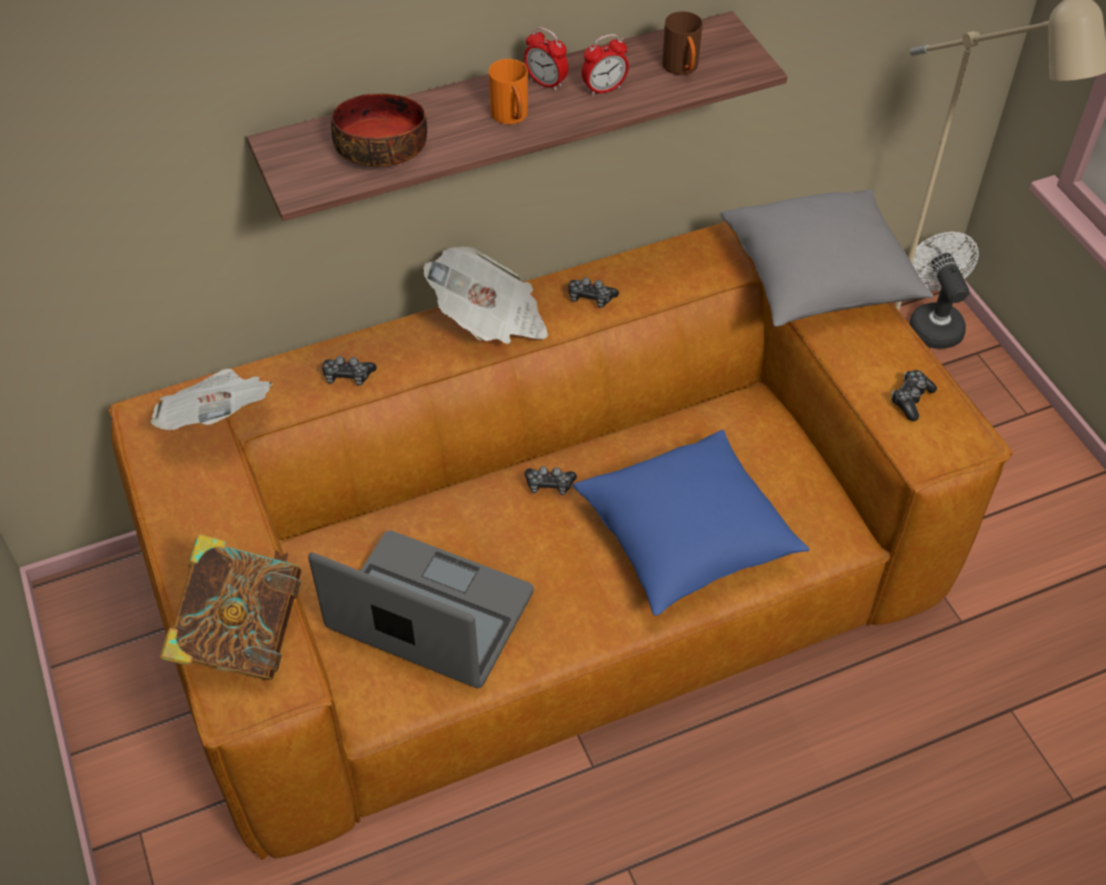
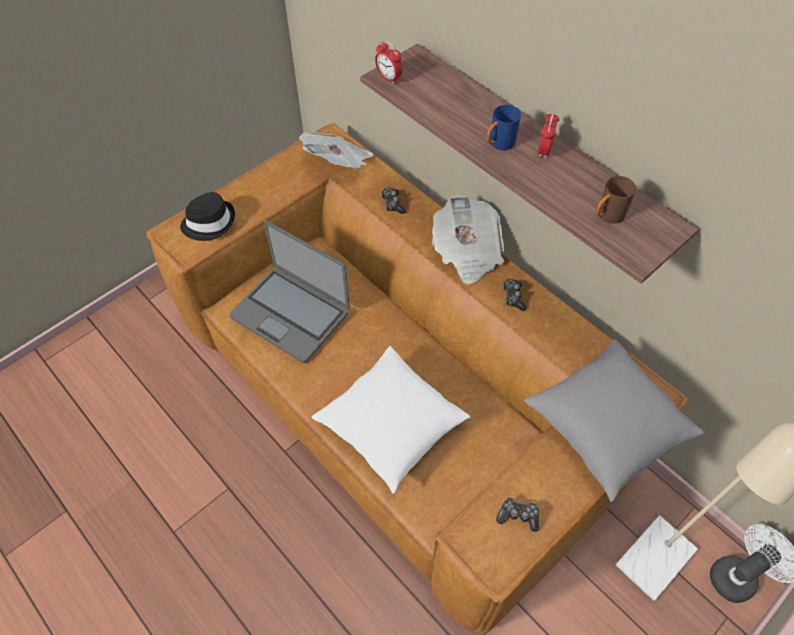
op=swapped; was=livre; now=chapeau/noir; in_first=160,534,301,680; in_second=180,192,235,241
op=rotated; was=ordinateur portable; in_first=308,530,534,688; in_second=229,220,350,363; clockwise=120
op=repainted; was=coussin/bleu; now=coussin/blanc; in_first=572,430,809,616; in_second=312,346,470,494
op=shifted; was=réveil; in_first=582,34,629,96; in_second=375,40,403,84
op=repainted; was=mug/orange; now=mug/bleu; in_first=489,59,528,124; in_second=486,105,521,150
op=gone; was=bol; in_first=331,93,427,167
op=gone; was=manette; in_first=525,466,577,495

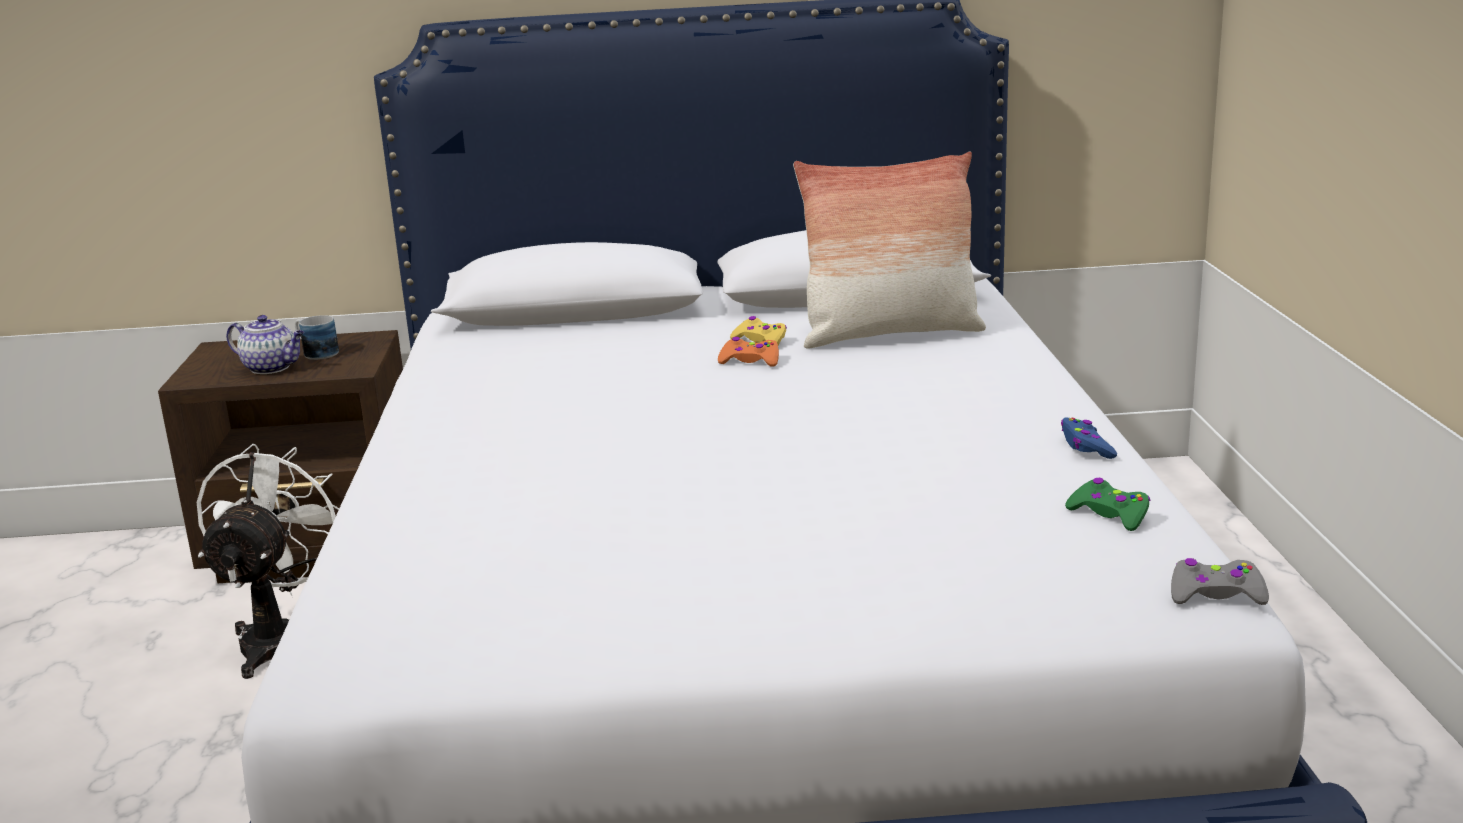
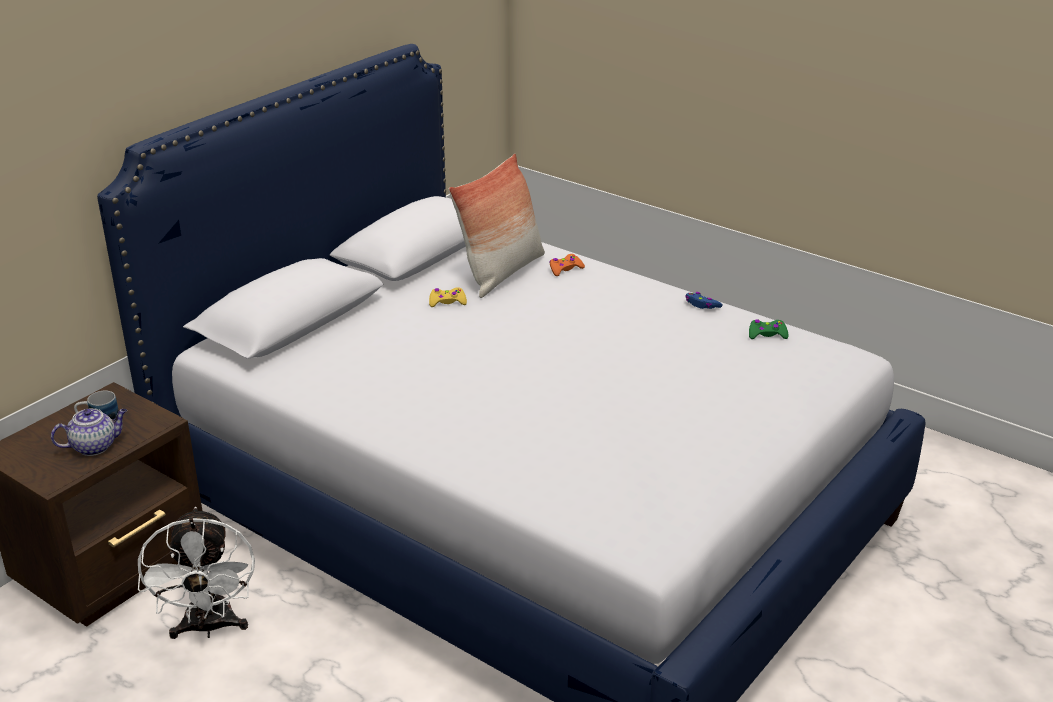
op=rotated; was=ventilateur/blanc; in_first=197,444,339,679; in_second=138,507,255,639; clockwise=-150
op=shifted; was=manette/orange; in_first=718,337,779,367; in_second=550,254,585,276
op=gone; was=manette/gris; in_first=1171,558,1269,605

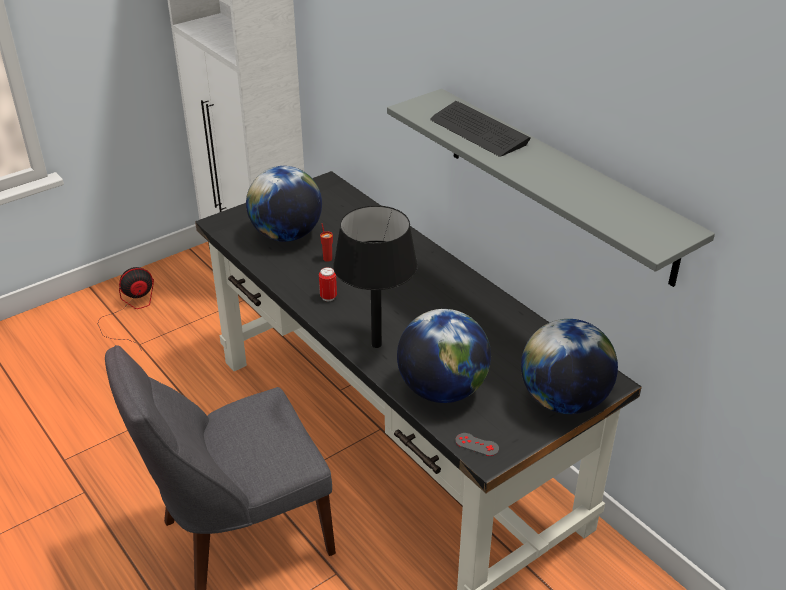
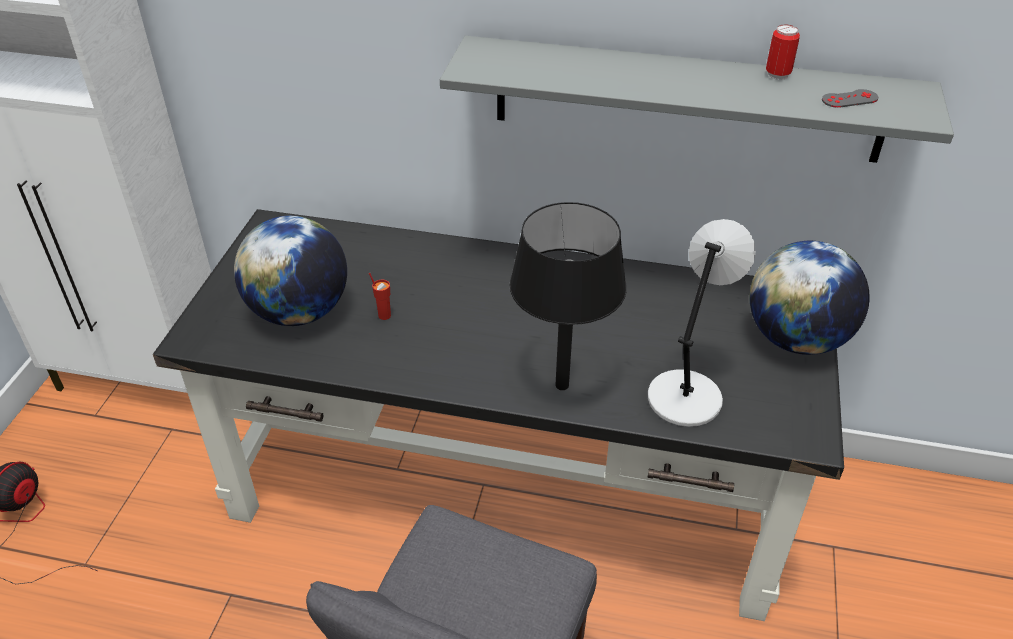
op=swapped; was=globe; now=lampe de table/gris; in_first=397,309,491,403; in_second=648,219,756,427
op=shifted; was=boîte métallique; in_first=319,267,337,301; in_second=766,25,800,80
op=shifted; was=manette/gris; in_first=455,433,499,456; in_second=822,89,878,108
op=gone; was=clavier; in_first=430,101,531,157

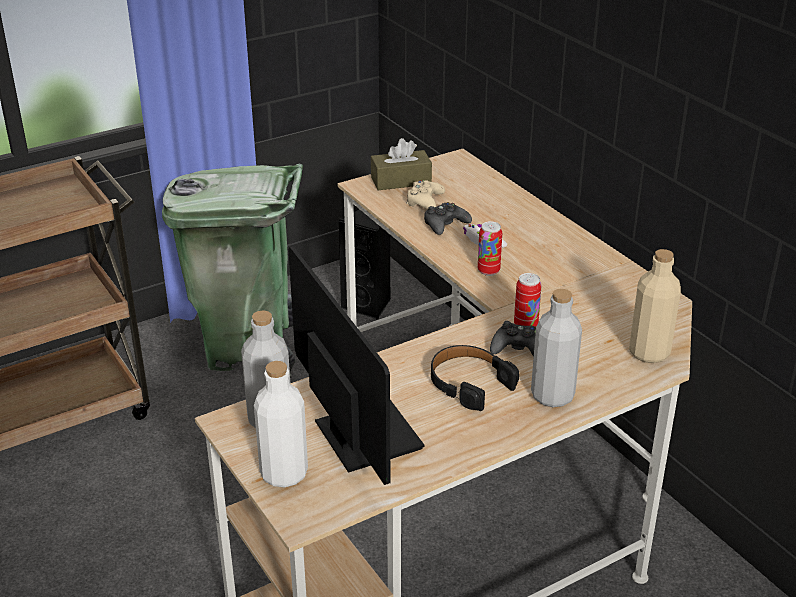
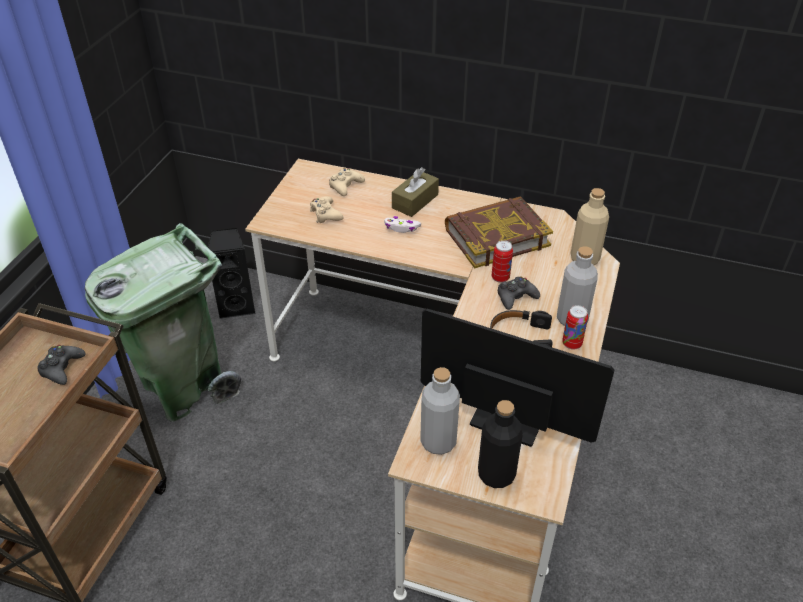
op=shifted; was=manette/noir; in_first=424,202,472,235; in_second=37,345,86,385
op=new; now=manette/beige; in_second=329,168,365,196
op=shifted; was=boîte à mouchoirs/marron; in_first=371,138,432,190; in_second=392,167,439,217
op=new; now=livre; in_second=445,196,553,268
op=repainted; was=bouteille/blanc; now=bouteille/noir; in_first=254,361,308,487; in_second=478,400,523,488
op=shifted; was=boîte métallique; in_first=478,221,502,276; in_second=562,305,588,349

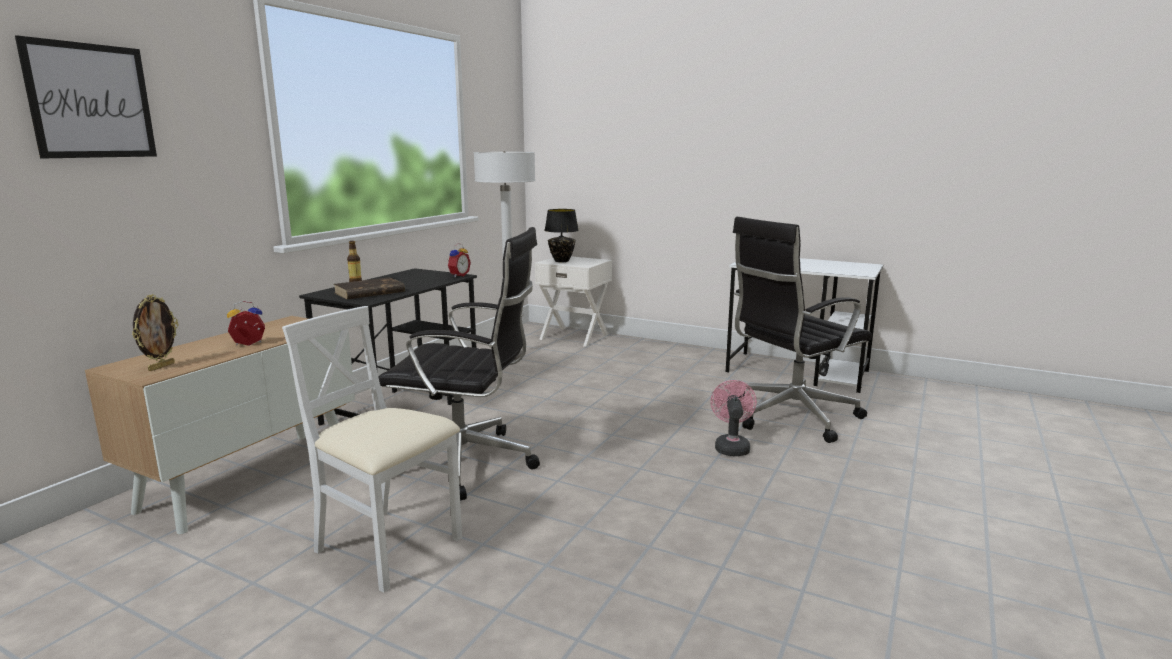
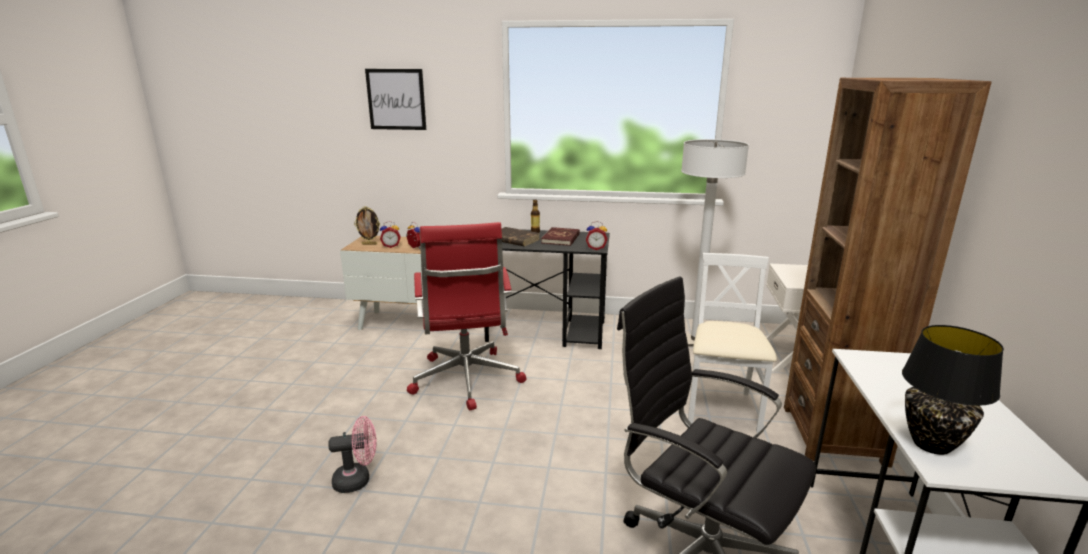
op=shifted; was=ventilateur/rose; in_first=710,380,757,456; in_second=328,416,377,493
op=new; now=réveil; in_second=380,221,400,248
op=repainted; was=chaise de bureau/noir; now=chaise de bureau/rouge; in_first=379,227,540,501; in_second=407,222,527,410
op=new; now=livre/rouge; in_second=541,227,580,246
op=shifted; was=chaise/blanc; in_first=282,306,462,593; in_second=688,253,777,433
op=new; now=bibliothèque/marron; in_second=784,78,991,468
op=shifted; was=lampe de table/noir; in_first=545,209,579,262; in_second=902,325,1004,455

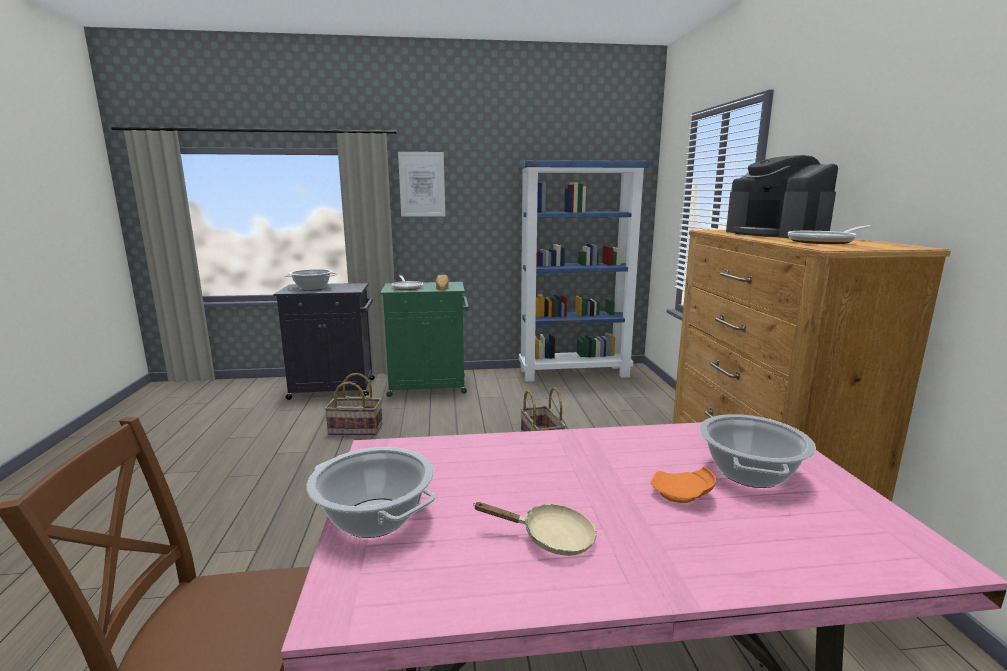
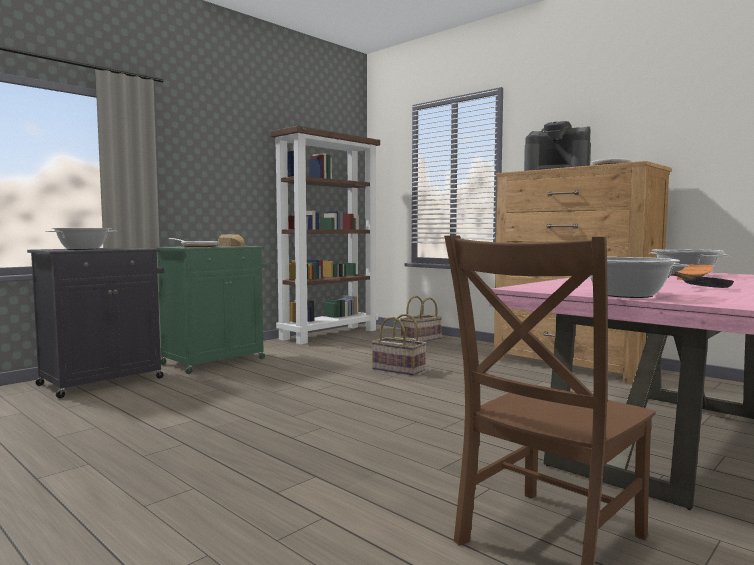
op=repainted; was=bibliothèque/bleu; now=bibliothèque/marron; in_first=518,160,649,382; in_second=271,126,380,344
op=shifted; was=panier; in_first=325,373,383,436; in_second=400,296,442,342
op=repainted; was=poêle/beige; now=poêle/noir; in_first=474,502,597,556; in_second=671,271,734,288
op=gone; was=tableau; in_first=398,152,445,217

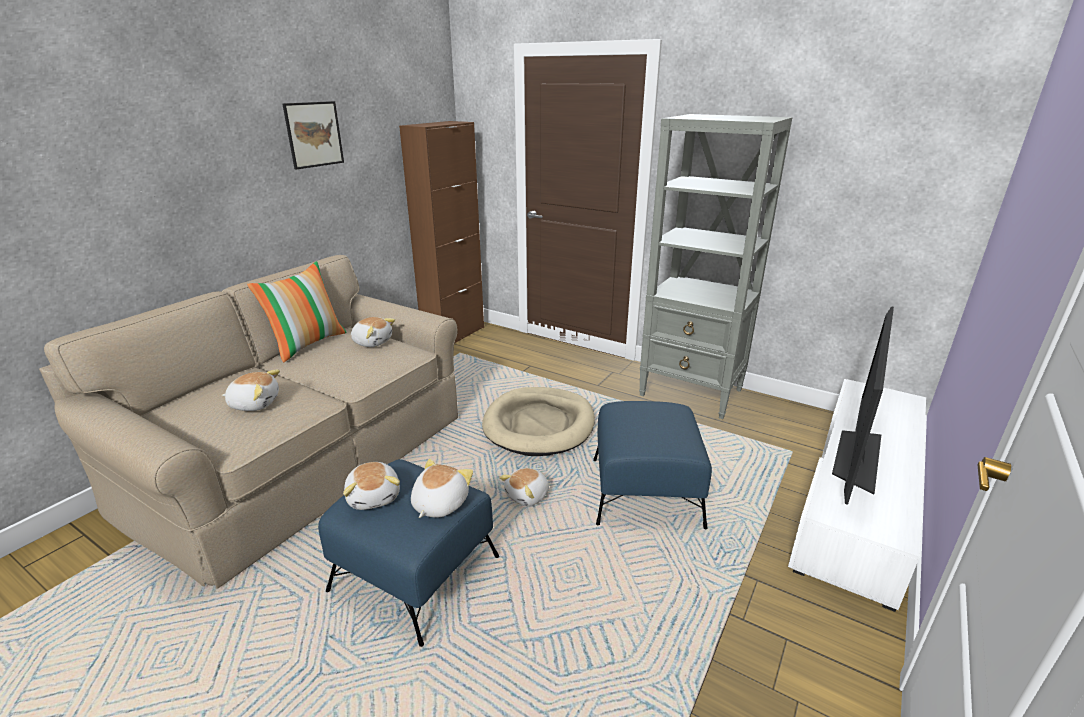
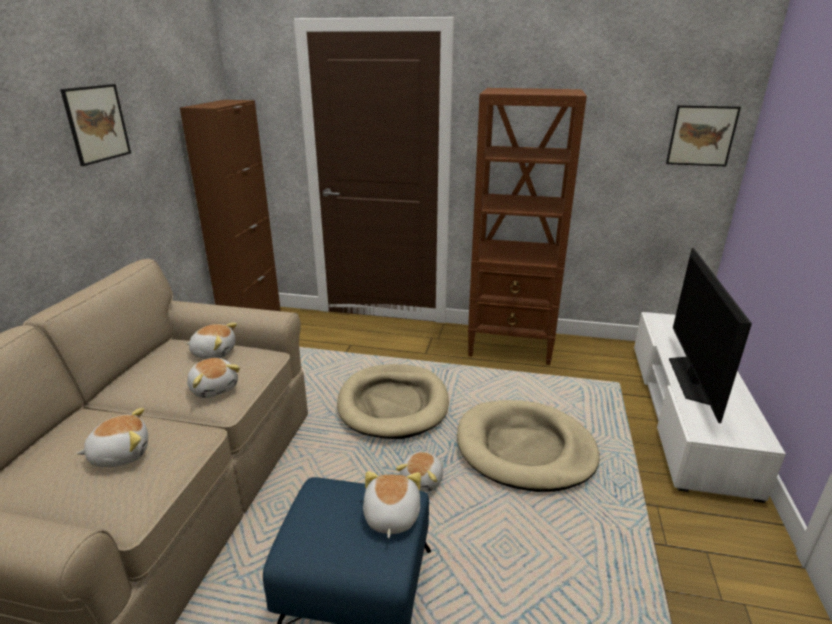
op=shifted; was=peluche; in_first=343,462,400,510; in_second=187,358,240,398
op=swapped; was=pouf/bleu; now=panier pour chien/beige; in_first=593,401,712,529; in_second=457,400,599,492
op=repainted; was=bibliothèque/gris; now=bibliothèque/marron; in_first=639,114,792,419; in_second=468,88,587,365
op=new; now=tableau; in_second=666,105,741,167
op=gone; was=coussin; in_first=247,261,347,362

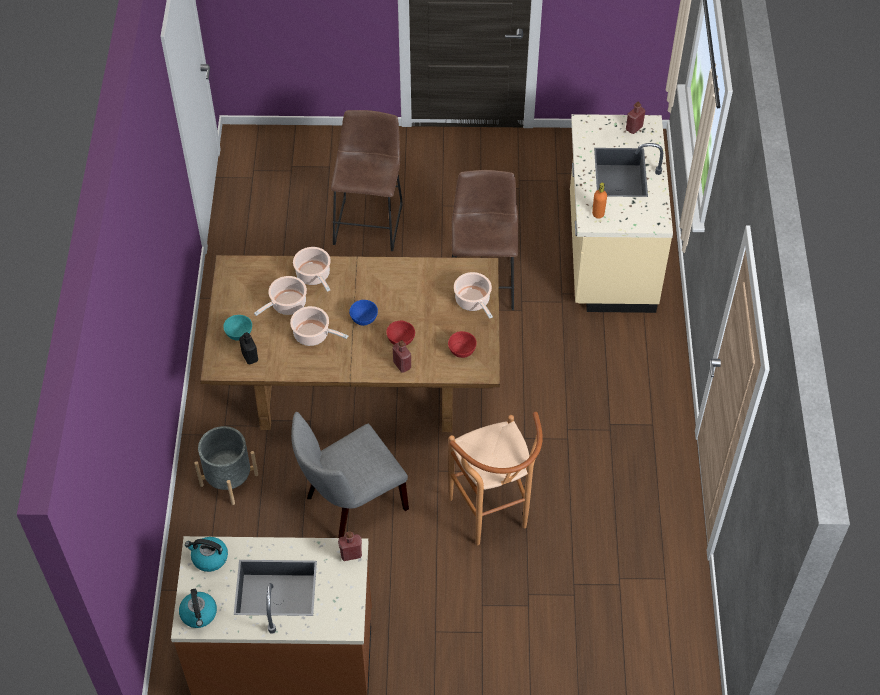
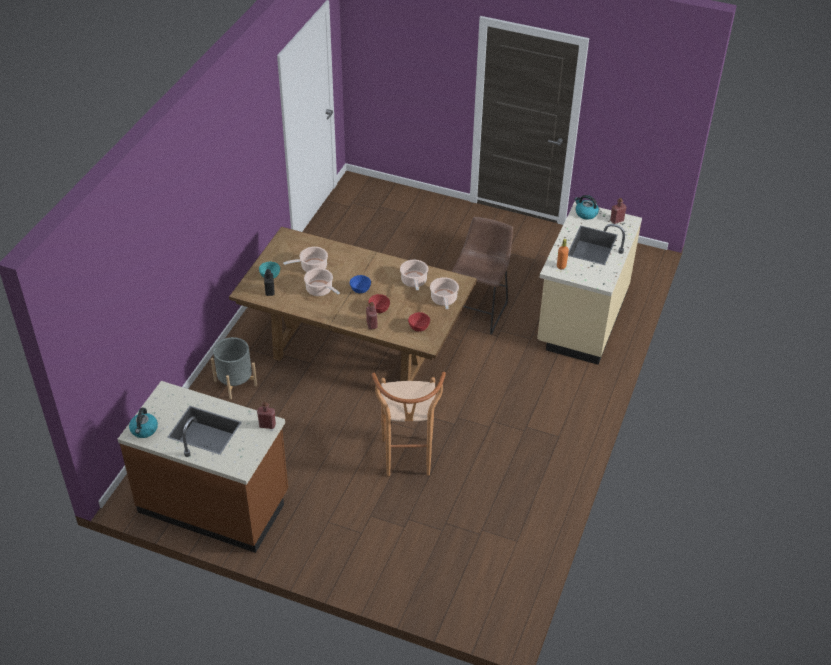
op=shifted; was=marmite; in_first=293,247,331,292; in_second=400,260,429,290
op=shifted; was=bouilloire; in_first=185,537,228,572; in_second=574,195,599,219
op=gone; was=chaise/gris; in_first=291,412,409,538
op=gone; was=tabouret/marron; in_first=331,110,403,251

